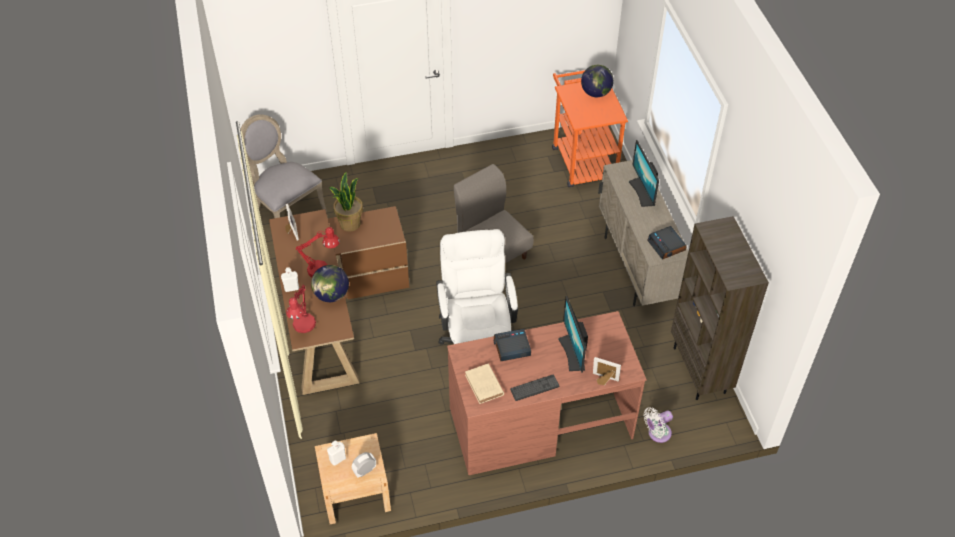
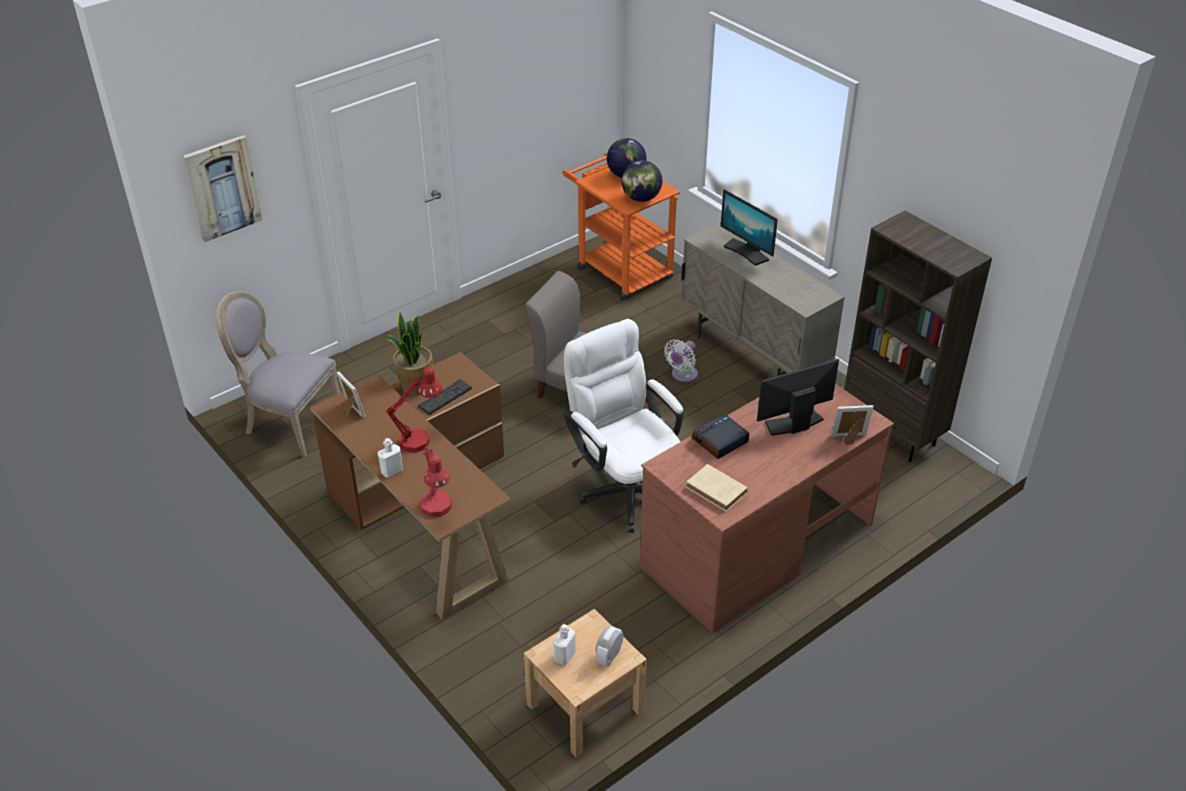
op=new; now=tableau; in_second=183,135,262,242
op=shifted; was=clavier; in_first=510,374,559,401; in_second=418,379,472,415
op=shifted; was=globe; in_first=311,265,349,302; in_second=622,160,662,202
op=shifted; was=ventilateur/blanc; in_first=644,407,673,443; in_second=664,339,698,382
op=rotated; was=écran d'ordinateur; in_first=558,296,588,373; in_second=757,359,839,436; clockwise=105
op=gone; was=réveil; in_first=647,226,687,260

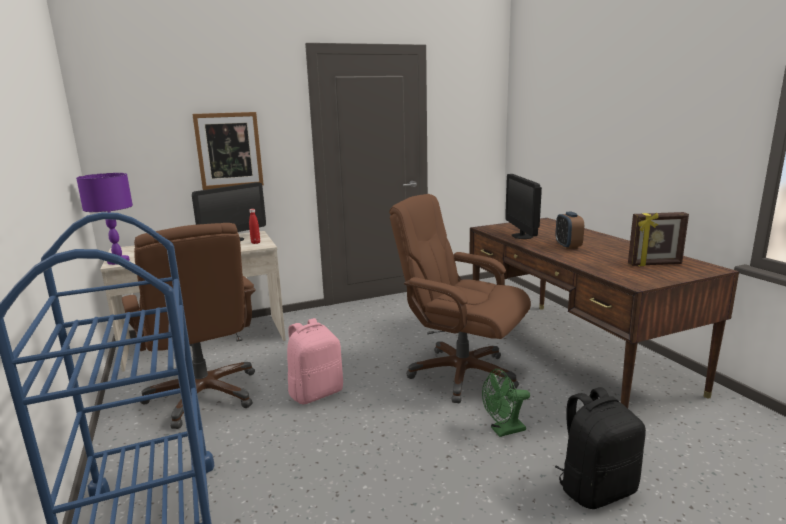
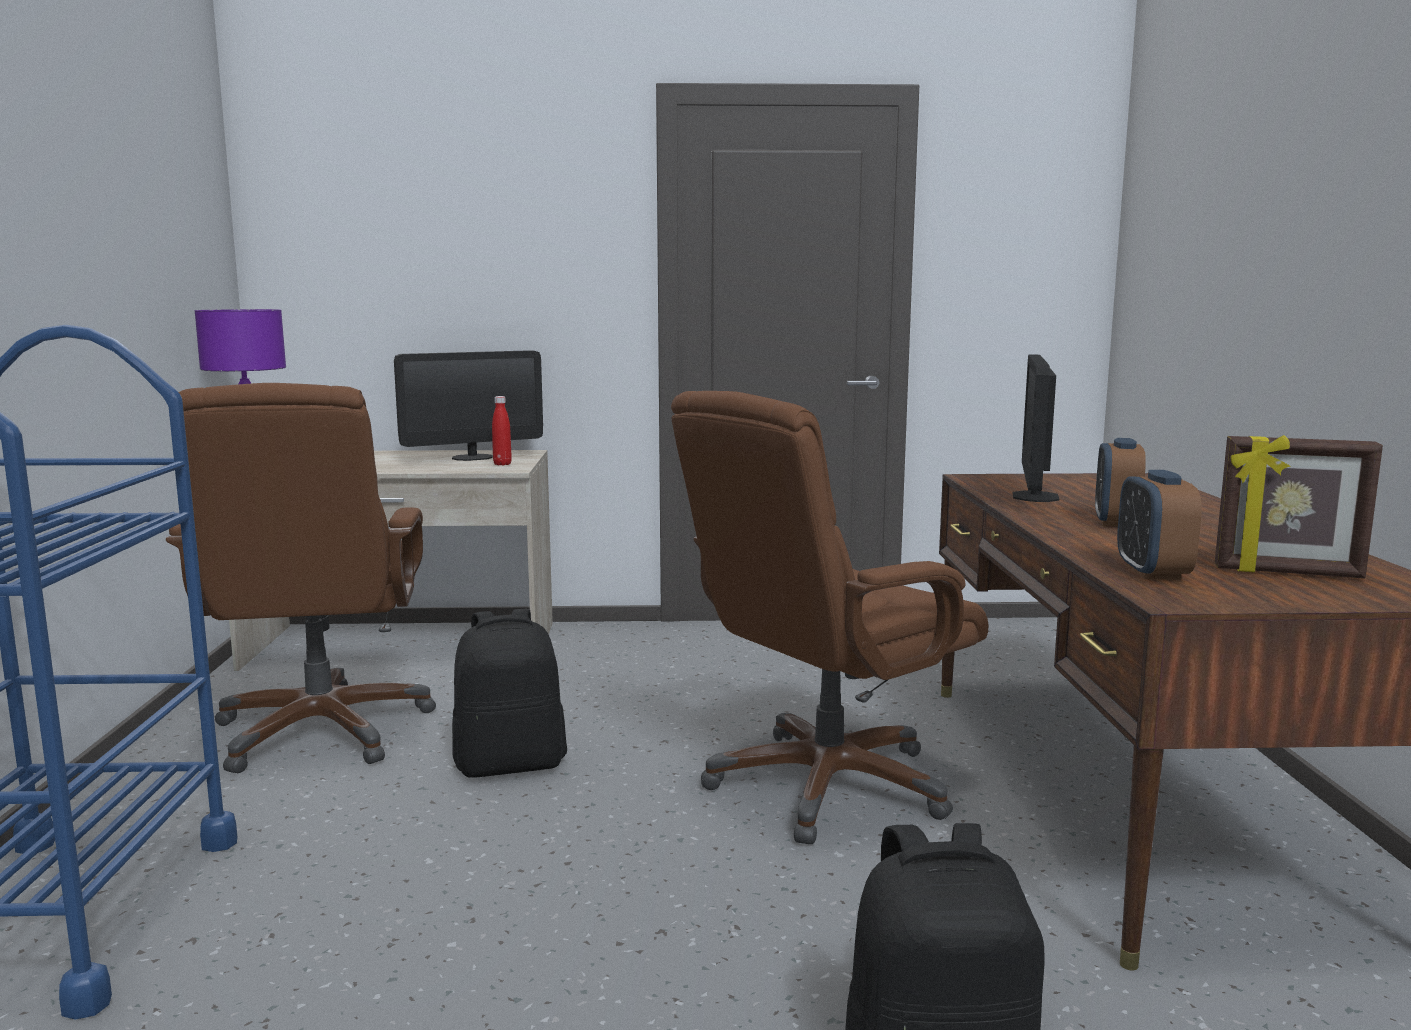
op=repainted; was=sac à dos/rose; now=sac à dos/noir; in_first=287,318,343,404; in_second=452,609,567,778
op=rotated; was=chaise de bureau/marron; in_first=389,194,531,403; in_second=671,391,989,844; clockwise=-90
op=new; now=réveil; in_second=1117,470,1202,580
op=gone; was=tableau; in_first=192,112,264,190
op=gone; was=ventilateur/vert; in_first=482,369,530,437

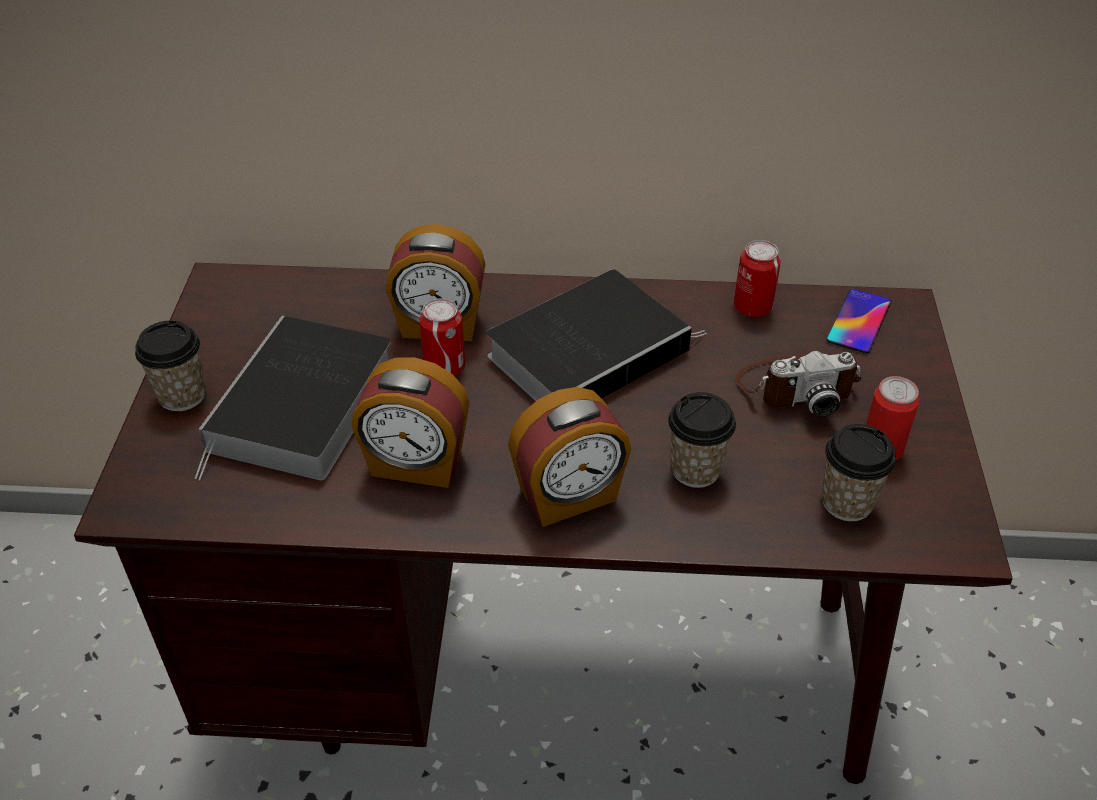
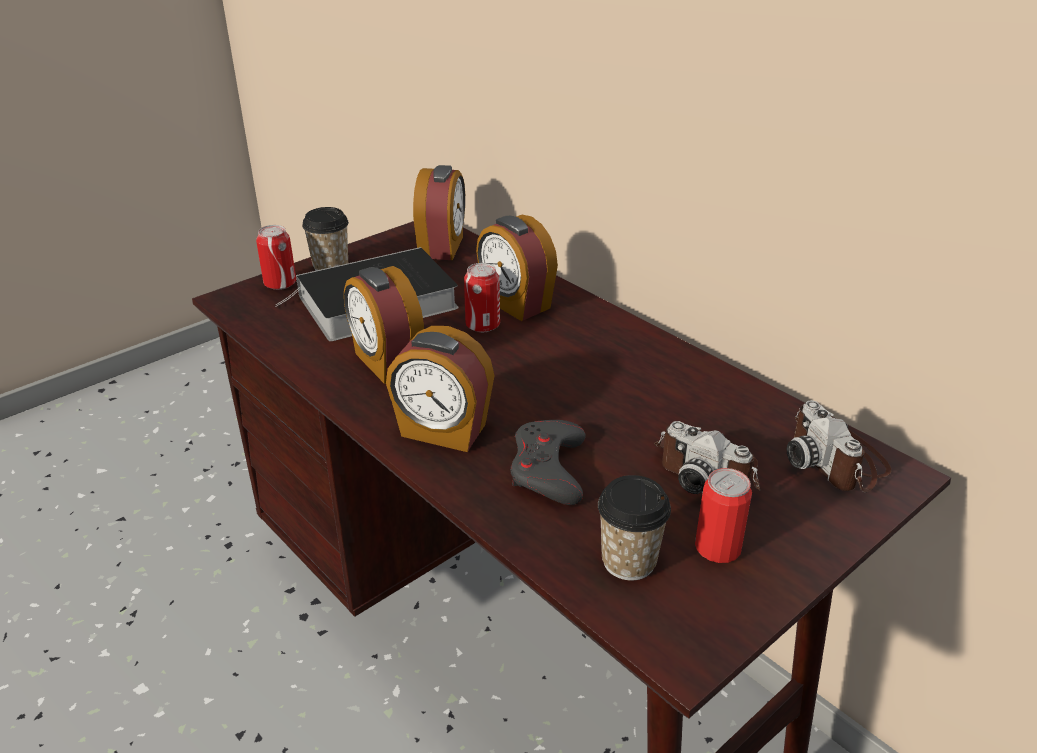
op=shifted; was=boîte métallique; in_first=734,240,781,317; in_second=256,225,296,290
op=new; now=réveil; in_second=413,165,465,260
op=swapped; was=tasse; now=manette/gris; in_first=668,392,736,488; in_second=510,420,586,505
op=swapped; was=téléphone; now=appareil photo; in_first=826,289,891,354; in_second=787,400,891,493
op=gone; was=livre; in_first=486,269,707,401

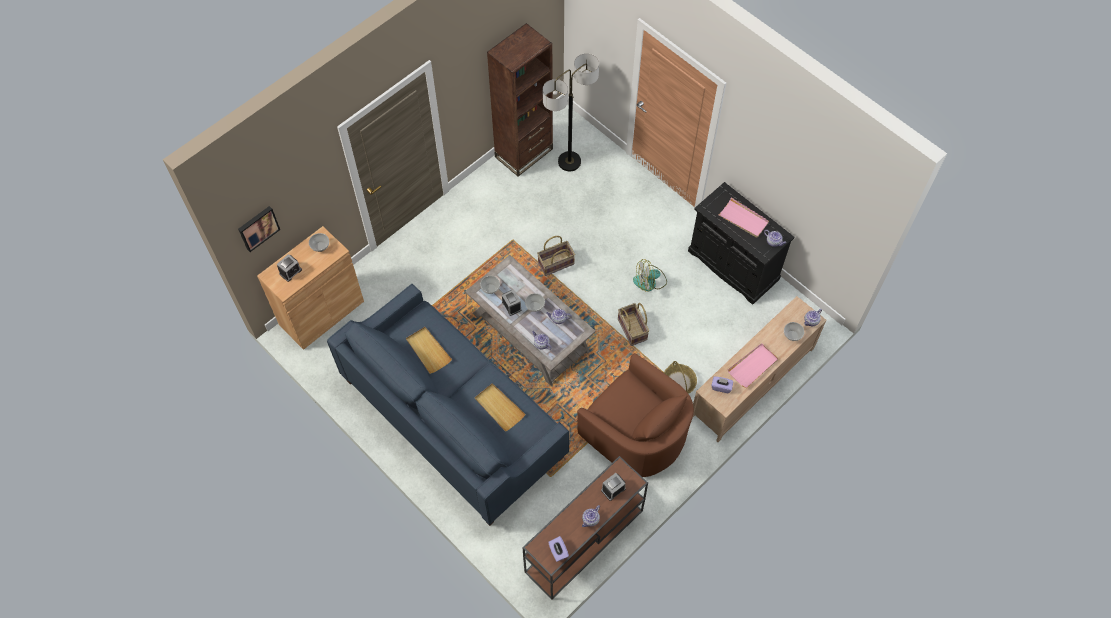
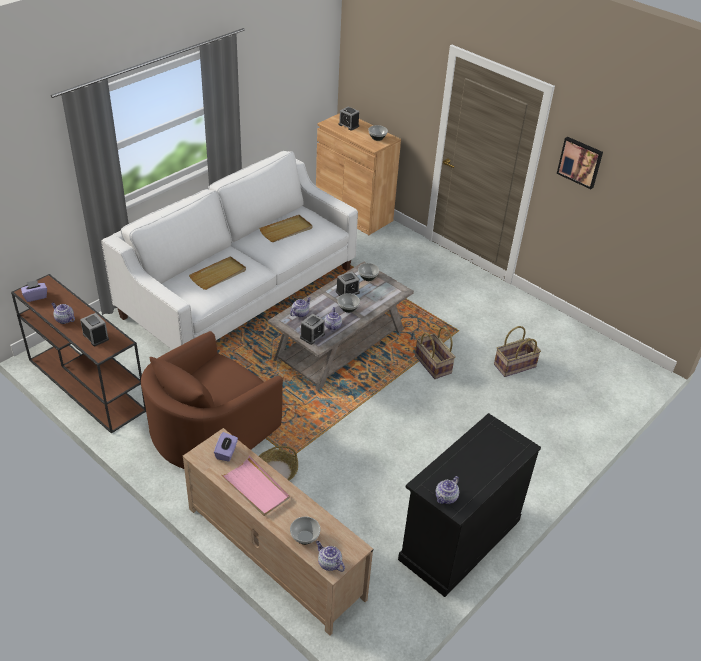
op=repainted; was=canapé/bleu; now=canapé/blanc; in_first=327,284,569,526; in_second=101,151,358,350
op=new; now=réveil; in_second=300,314,325,345
op=shifted; was=panier; in_first=618,303,649,346; in_second=494,326,541,377
op=shifted; was=tableau; in_first=238,206,280,252; in_second=557,137,603,189
op=gone; was=bibliothèque/marron; in_first=487,23,553,176
op=gone; was=lampadaire; in_first=543,53,599,171
op=gone; was=ventilateur; in_first=633,259,667,292
op=gone; was=plateau/rose; in_first=719,197,769,238

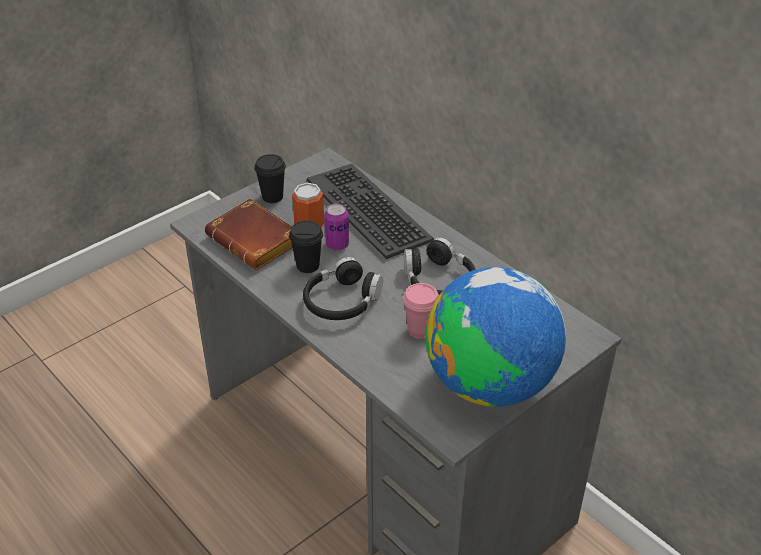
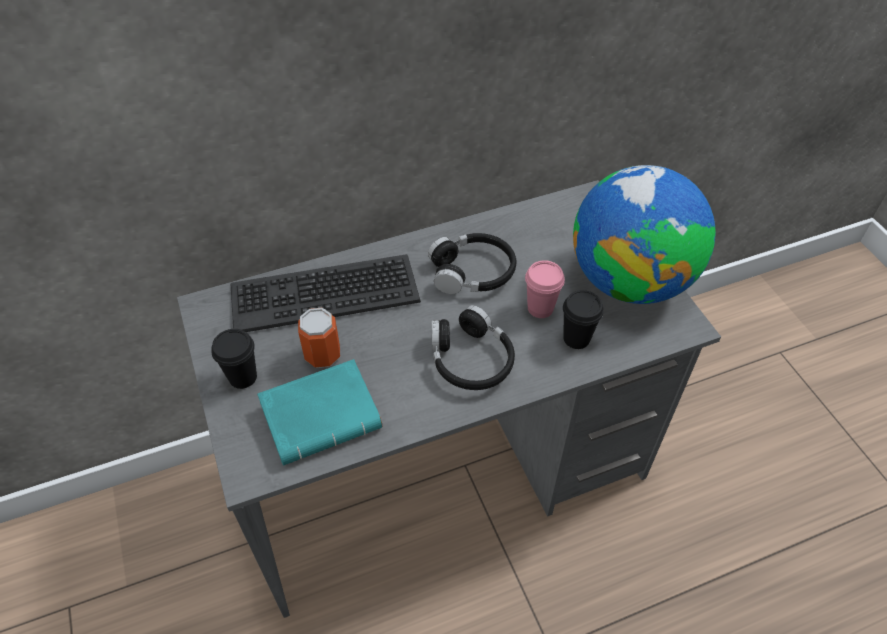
op=repainted; was=livre/marron; now=livre/turquoise; in_first=205,198,293,270; in_second=257,359,382,465
op=shifted; was=tasse/noir; in_first=289,220,323,273; in_second=563,290,604,349
op=gone; was=boîte métallique; in_first=324,203,349,250

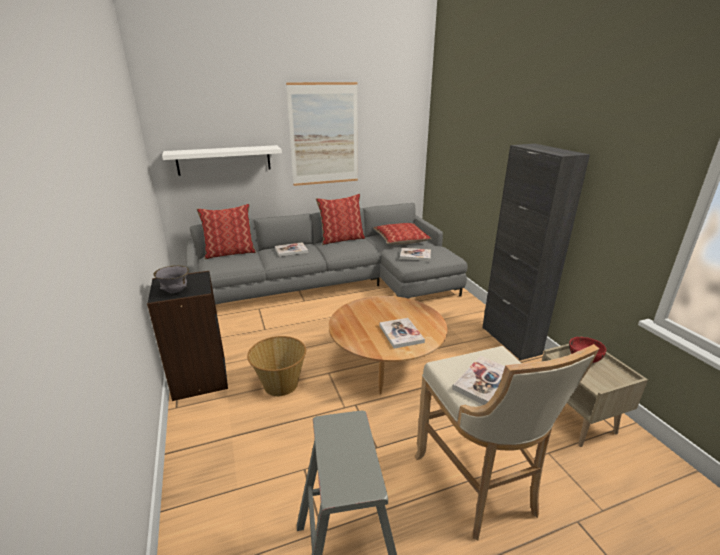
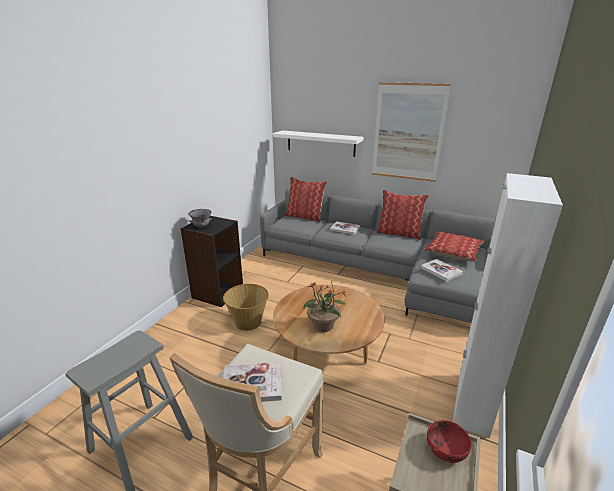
op=swapped; was=livre; now=plante en pot; in_first=379,318,425,348; in_second=303,280,347,332
op=repainted; was=meuble de rangement/noir; now=meuble de rangement/blanc; in_first=482,144,590,360; in_second=453,173,563,438

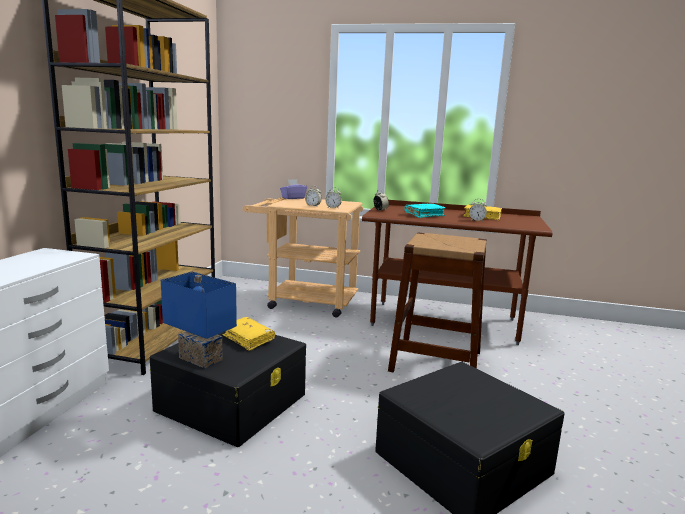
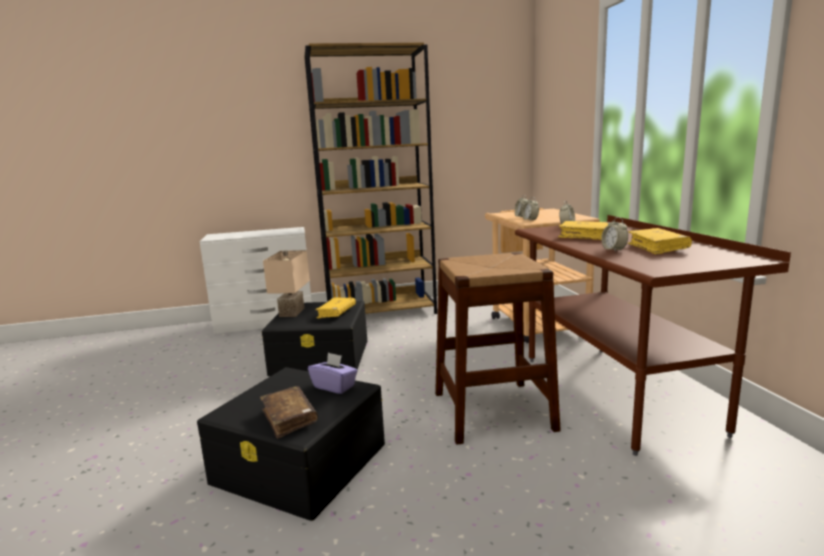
op=new; now=livre/marron; in_second=260,386,318,439
op=repainted; was=lampe de table/bleu; now=lampe de table/beige; in_first=161,272,237,368; in_second=263,250,310,317
op=shifted; was=boîte à mouchoirs/violet; in_first=280,179,307,199; in_second=308,352,358,394
op=repainted; was=livre/turquoise; now=livre/jaune; in_first=405,203,446,218; in_second=558,221,610,240

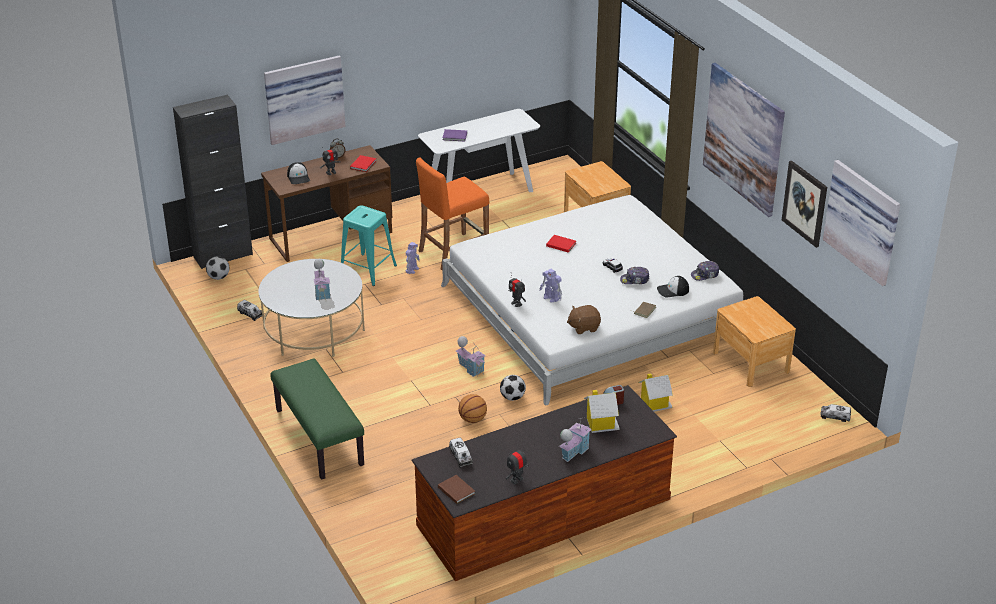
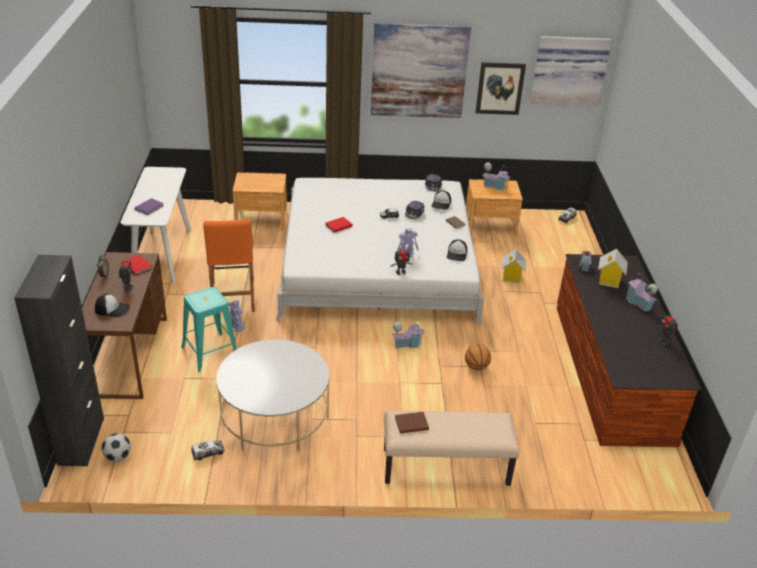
op=repainted; was=banc/vert; now=banc/beige; in_first=270,359,364,480; in_second=384,411,519,486
op=shifted; was=livre/marron; in_first=438,475,475,504; in_second=395,412,429,433
op=swapped; was=peluche/marron; now=casquette; in_first=567,305,601,334; in_second=447,239,467,261
op=shifted; was=maison miniature; in_first=314,259,331,301; in_second=483,162,510,191
op=gone; was=tableau; in_first=264,55,346,145
op=gone; was=camion jouet; in_first=449,437,473,467
op=gone; was=ballon de foot; in_first=500,375,526,401

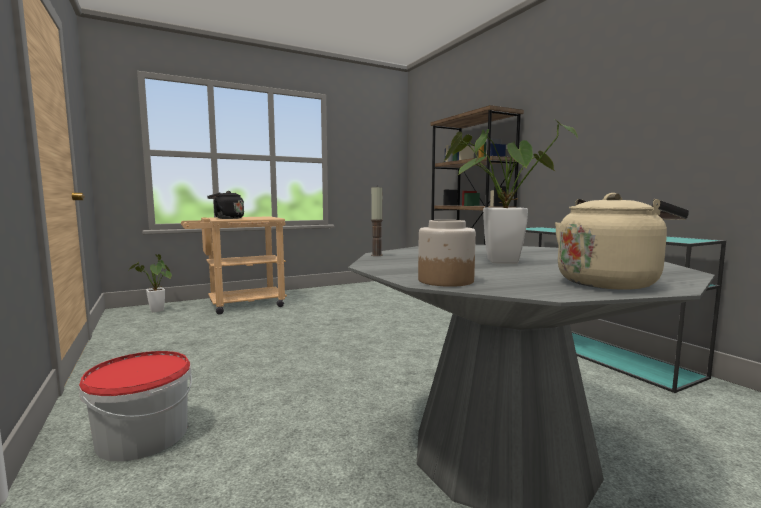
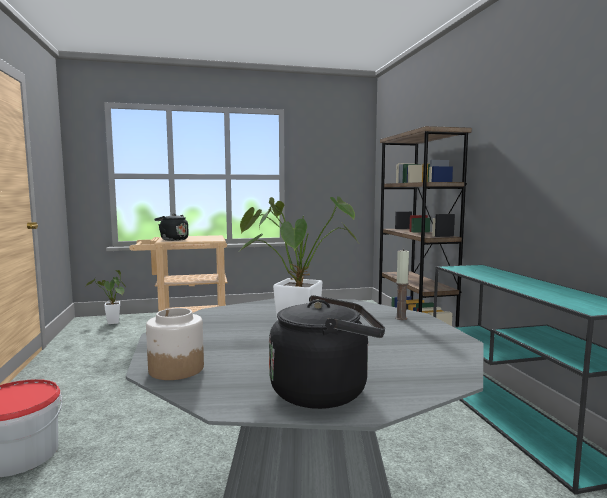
op=repainted; was=bouilloire/beige; now=bouilloire/noir; in_first=555,193,689,290; in_second=269,295,385,409
op=shifted; was=bougie; in_first=371,187,383,256; in_second=395,249,409,320

